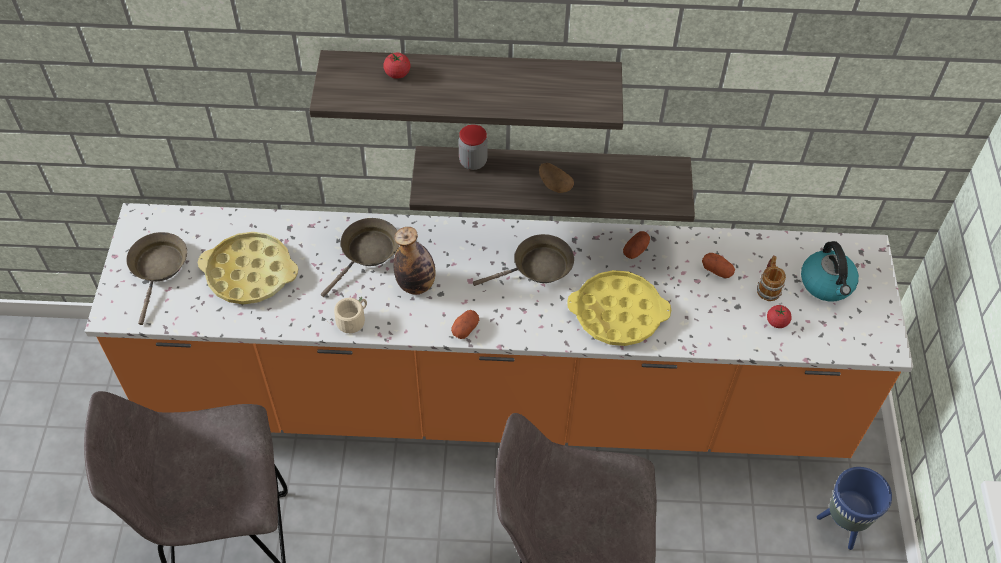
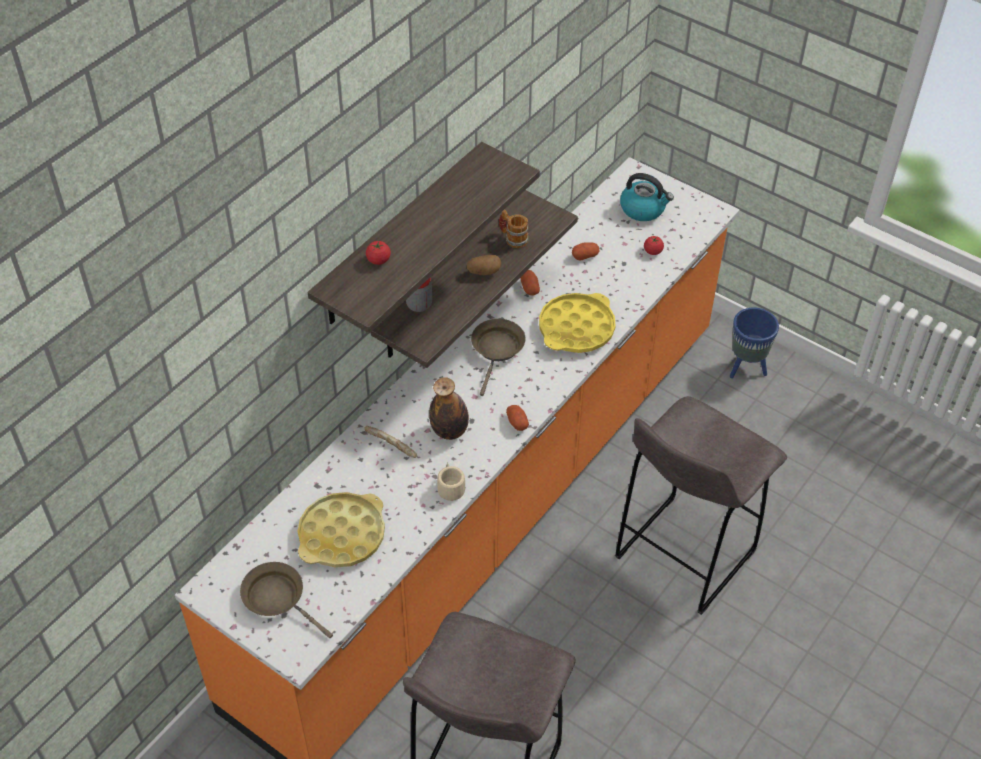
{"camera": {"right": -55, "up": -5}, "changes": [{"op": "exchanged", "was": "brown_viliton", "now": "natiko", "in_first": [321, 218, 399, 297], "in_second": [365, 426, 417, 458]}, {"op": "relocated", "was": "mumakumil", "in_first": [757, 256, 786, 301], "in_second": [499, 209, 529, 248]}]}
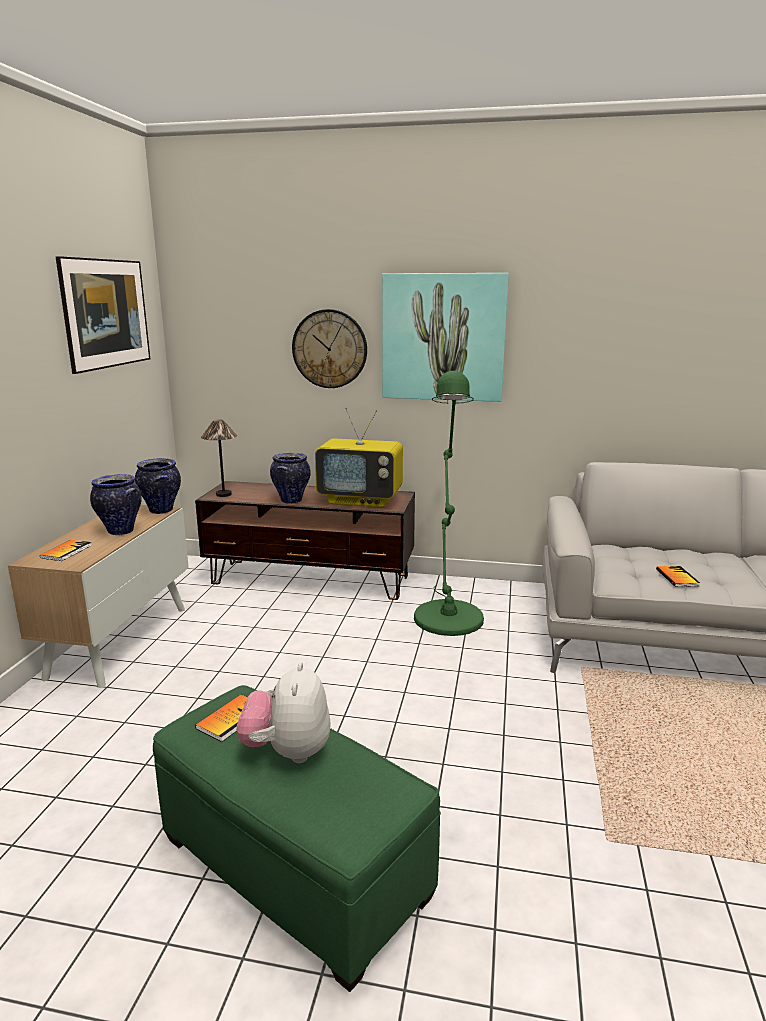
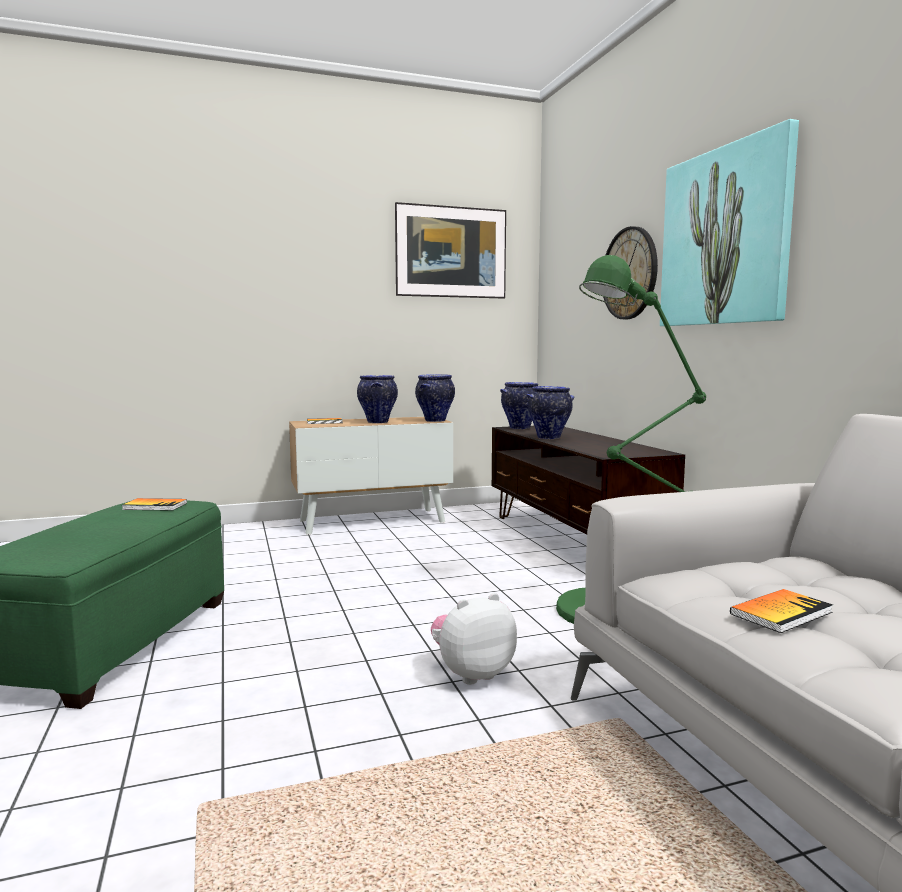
{"camera": {"right": 60, "up": -10}, "changes": [{"op": "exchanged", "was": "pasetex", "now": "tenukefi", "in_first": [201, 419, 237, 497], "in_second": [500, 382, 538, 429]}, {"op": "relocated", "was": "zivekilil", "in_first": [236, 662, 331, 763], "in_second": [431, 593, 517, 685]}, {"op": "missing", "was": "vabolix", "in_first": [315, 408, 403, 507]}]}
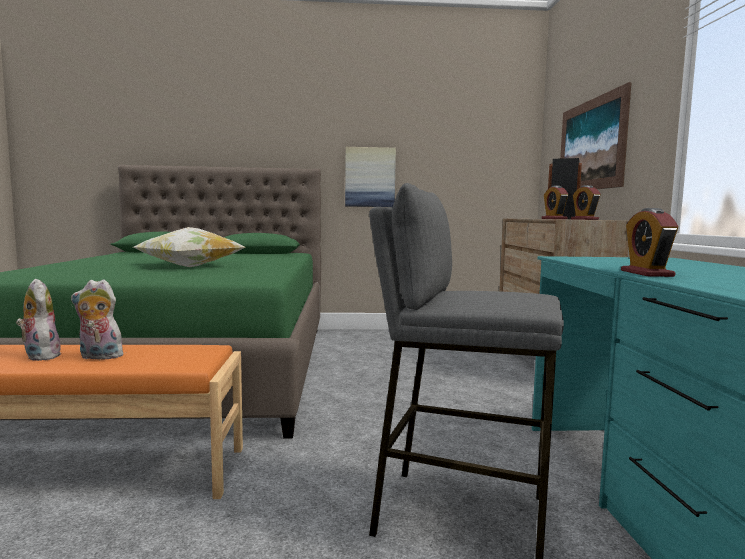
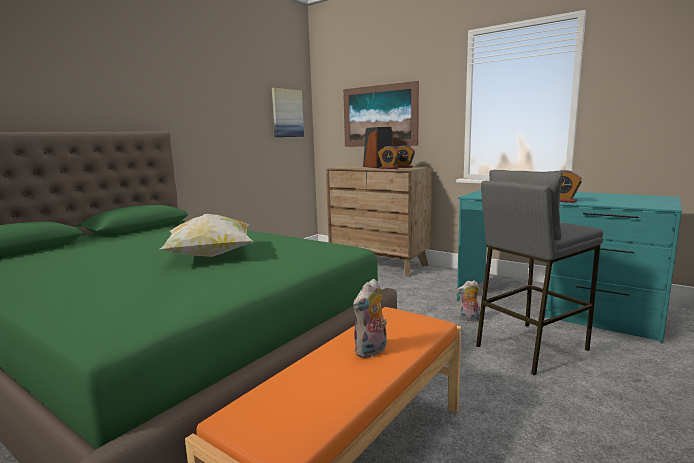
{"camera": {"right": -50, "up": 5}, "changes": [{"op": "relocated", "was": "zivekilil", "in_first": [16, 279, 61, 361], "in_second": [456, 280, 480, 321]}, {"op": "relocated", "was": "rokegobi", "in_first": [345, 147, 396, 207], "in_second": [272, 88, 304, 137]}]}
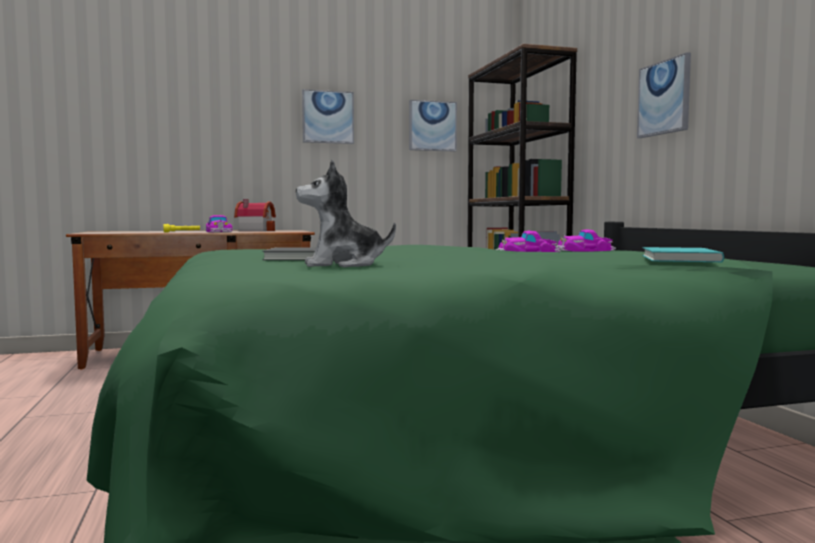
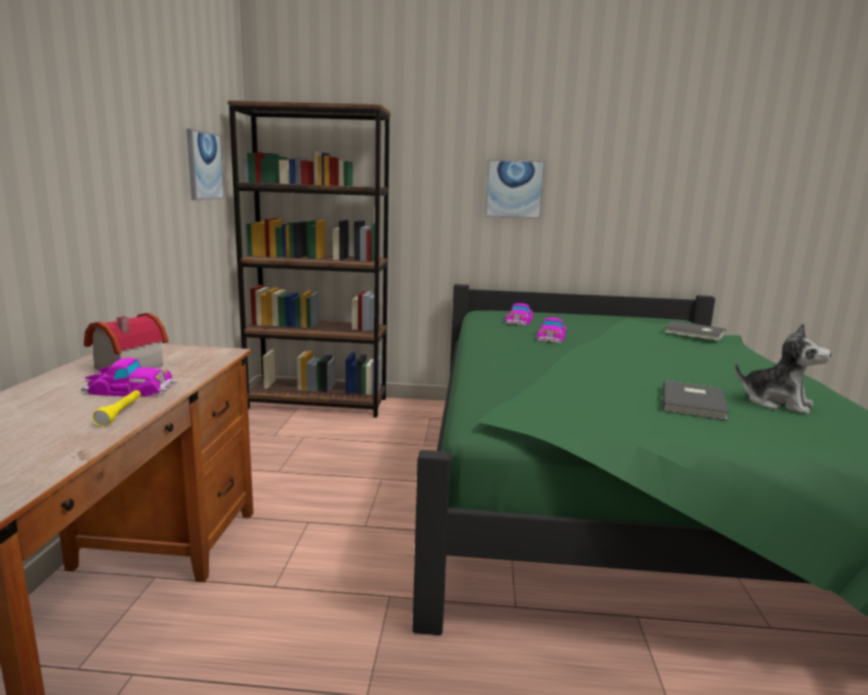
{"camera": {"right": -70, "up": 10}, "changes": [{"op": "spun", "was": "zivekilil", "in_first": [296, 160, 396, 268], "in_second": [735, 323, 831, 414], "clockwise": -60}, {"op": "missing", "was": "rokegobi", "in_first": [302, 89, 354, 144]}, {"op": "colour", "was": "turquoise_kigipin", "now": "grey_kigipin", "in_first": [642, 247, 724, 262], "in_second": [664, 321, 726, 341]}]}
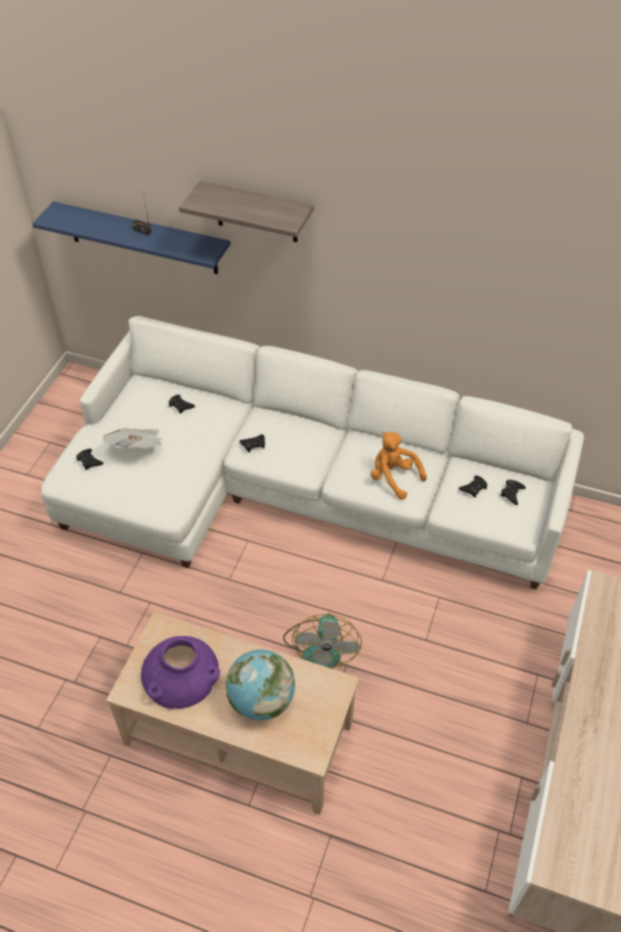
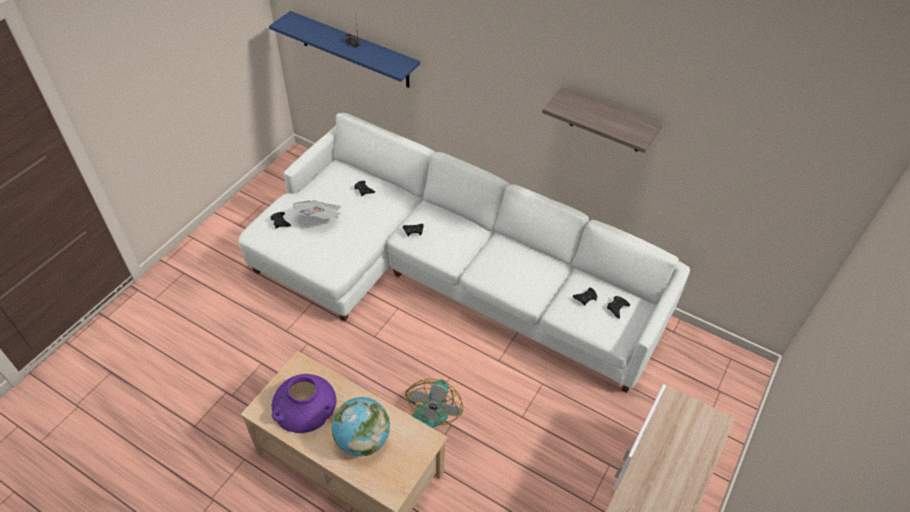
{"camera": {"right": 10, "up": 0}, "changes": [{"op": "relocated", "was": "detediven", "in_first": [179, 181, 314, 242], "in_second": [542, 87, 662, 153]}, {"op": "missing", "was": "orange_zivekilil", "in_first": [371, 432, 427, 500]}]}
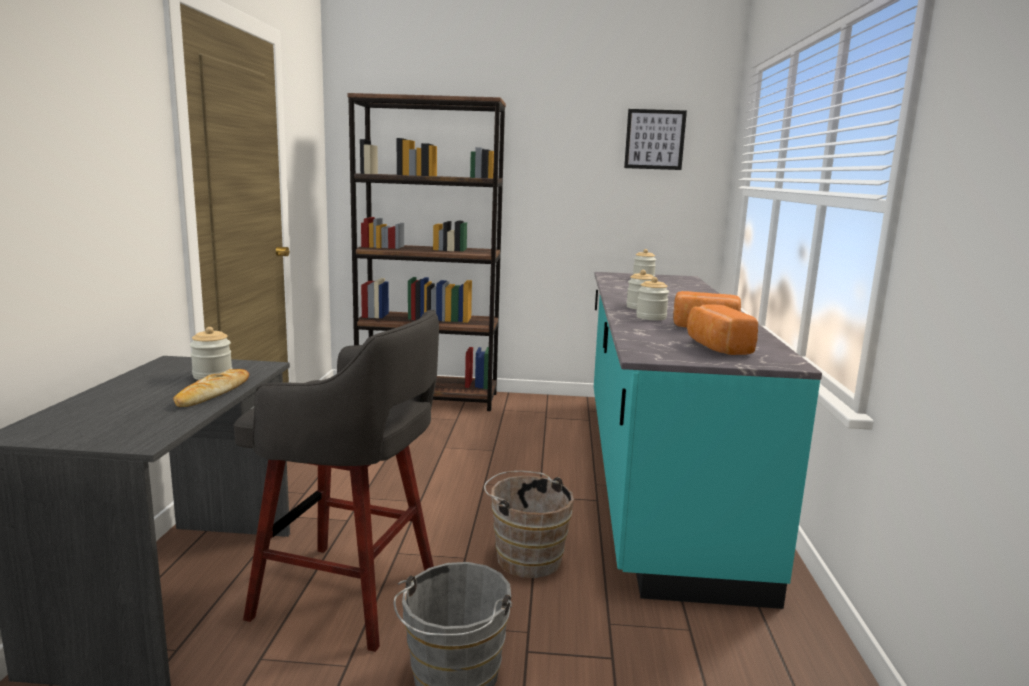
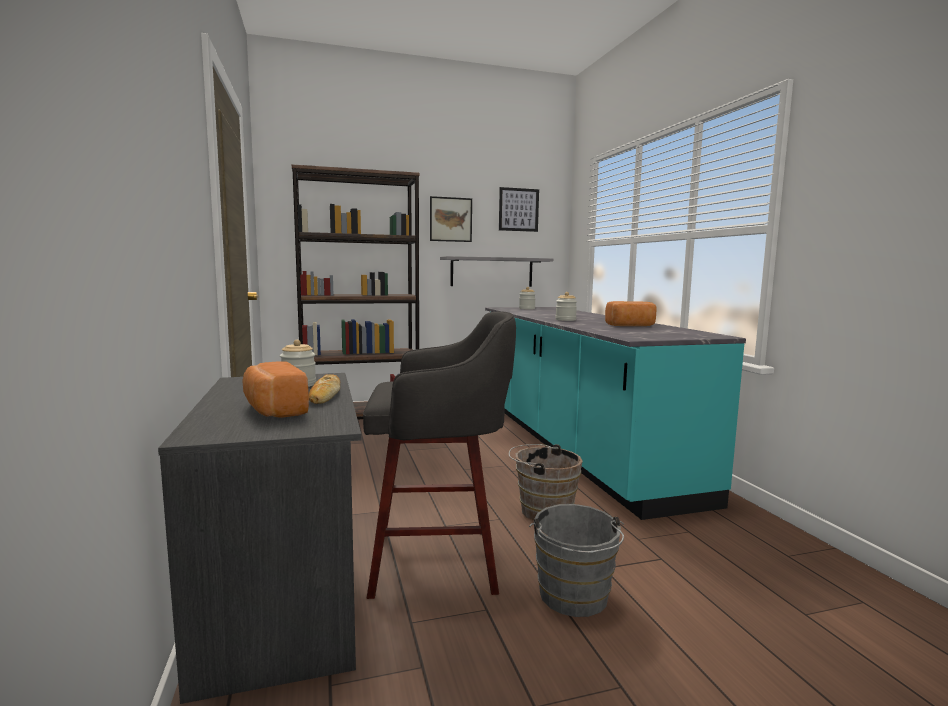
{"camera": {"right": -20, "up": -5}, "changes": [{"op": "missing", "was": "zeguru", "in_first": [636, 277, 669, 320]}, {"op": "relocated", "was": "natiko", "in_first": [687, 305, 758, 355], "in_second": [242, 361, 309, 418]}, {"op": "appeared", "now": "rokegobi", "in_second": [430, 196, 472, 242]}, {"op": "appeared", "now": "grey_detediven", "in_second": [440, 256, 553, 287]}]}
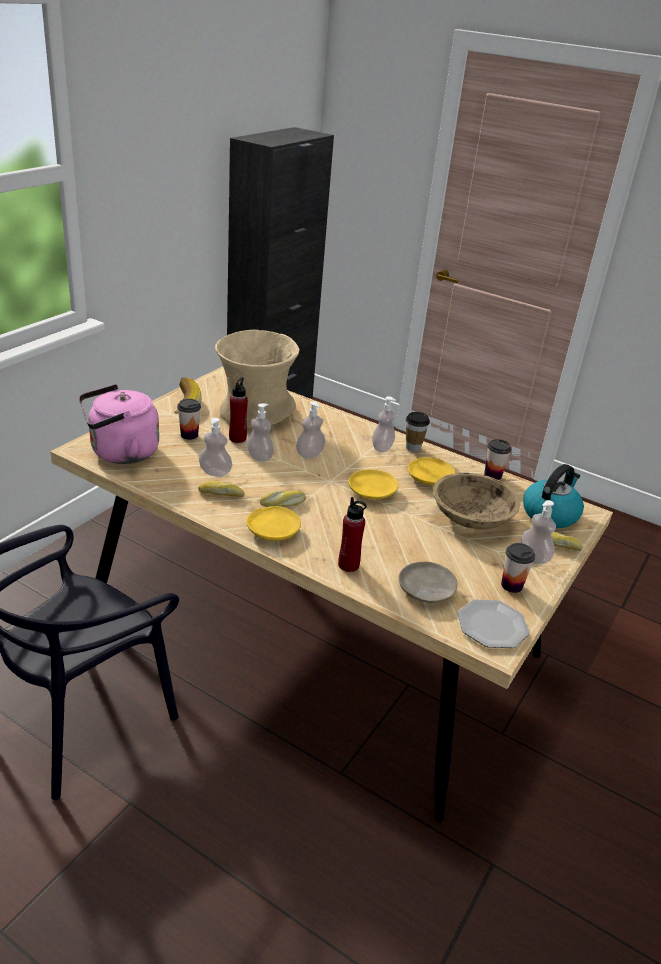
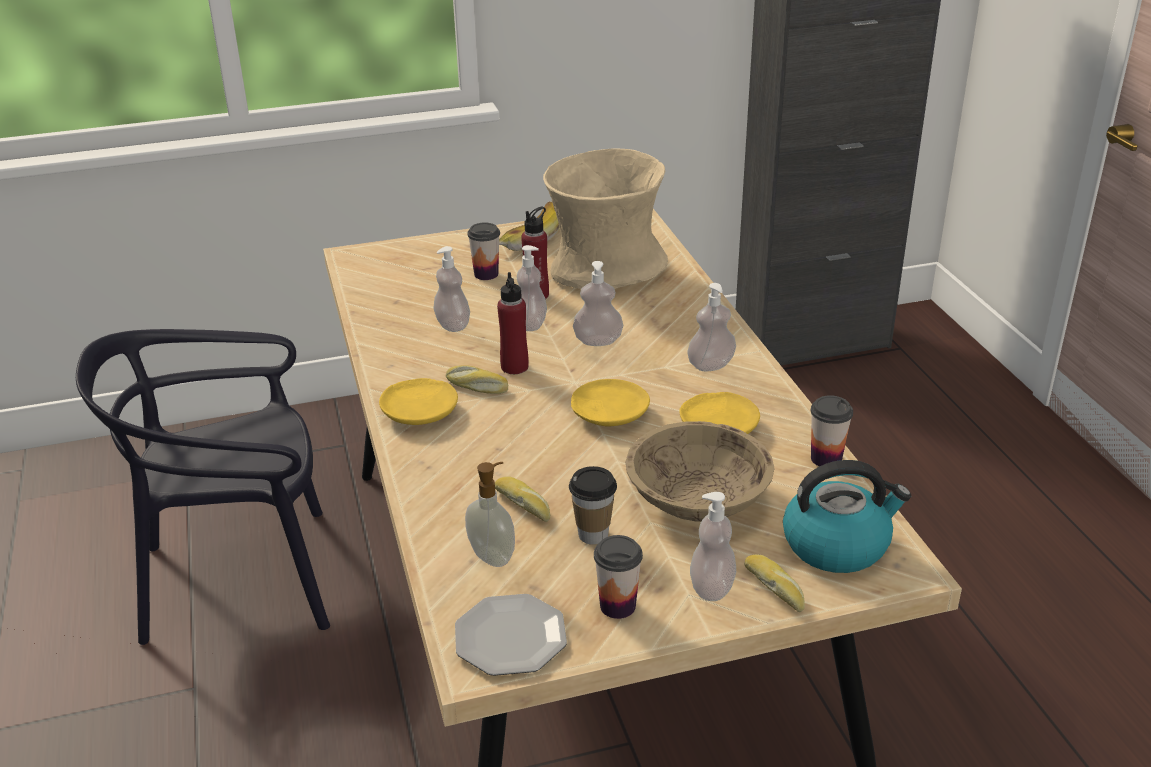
{"camera": {"right": 45, "up": 0}, "changes": [{"op": "missing", "was": "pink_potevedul", "in_first": [79, 384, 159, 464]}, {"op": "relocated", "was": "natiko", "in_first": [198, 481, 245, 497], "in_second": [495, 476, 550, 522]}, {"op": "relocated", "was": "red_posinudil", "in_first": [338, 497, 367, 572], "in_second": [497, 272, 529, 374]}, {"op": "exchanged", "was": "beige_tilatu", "now": "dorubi", "in_first": [399, 562, 457, 603], "in_second": [465, 462, 515, 567]}, {"op": "relocated", "was": "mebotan", "in_first": [406, 412, 430, 452], "in_second": [569, 466, 617, 545]}]}
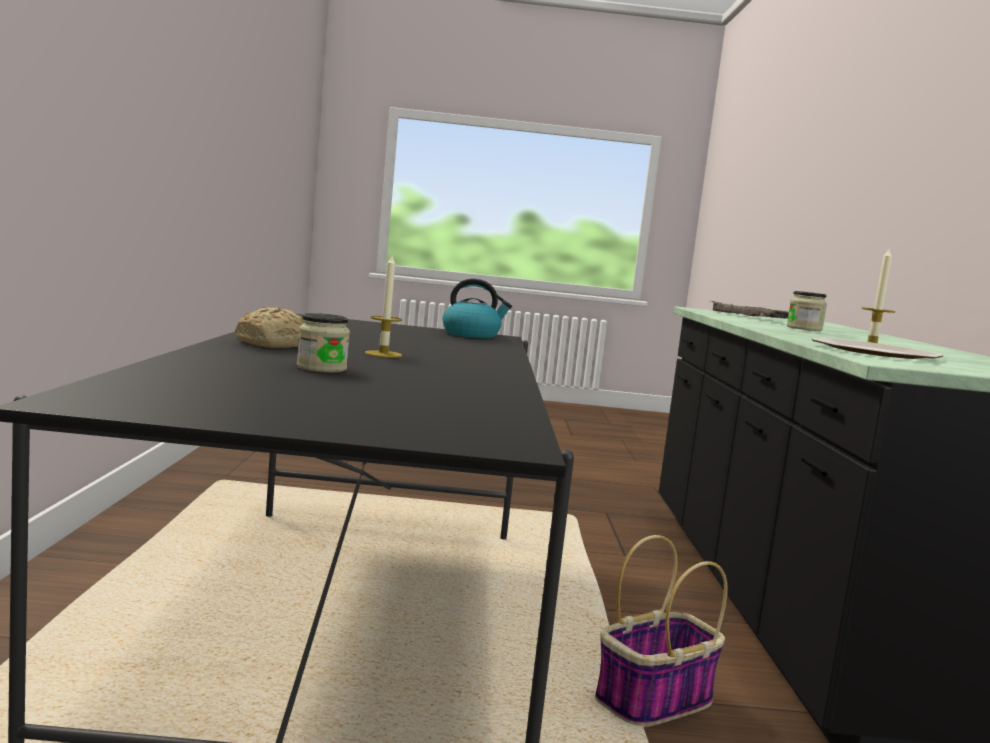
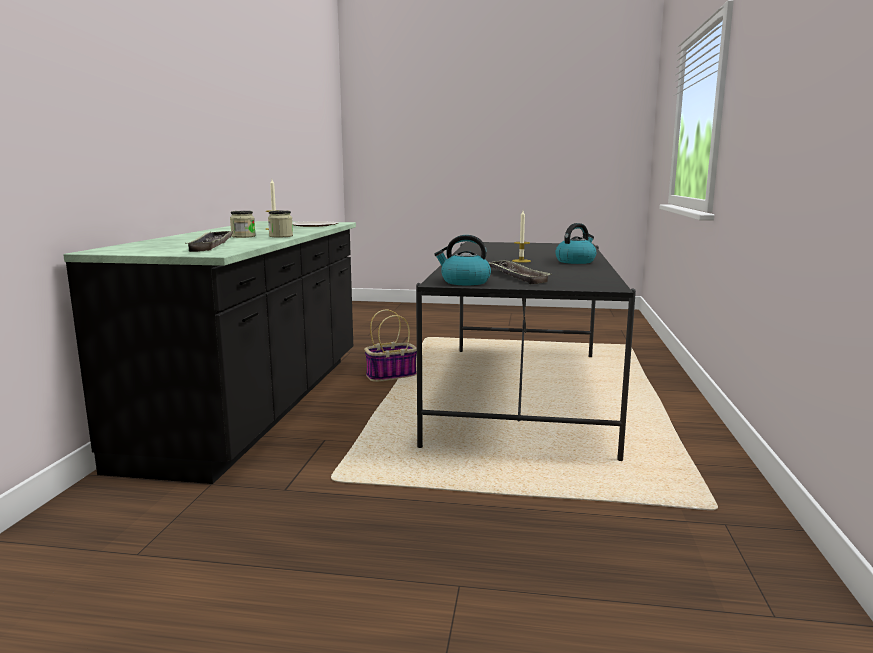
{"camera": {"right": -170, "up": 5}, "changes": [{"op": "exchanged", "was": "natiko", "now": "potevedul", "in_first": [235, 307, 304, 348], "in_second": [555, 223, 596, 264]}, {"op": "relocated", "was": "zeguru", "in_first": [297, 313, 350, 373], "in_second": [268, 210, 293, 237]}, {"op": "appeared", "now": "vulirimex", "in_second": [488, 260, 552, 284]}]}
